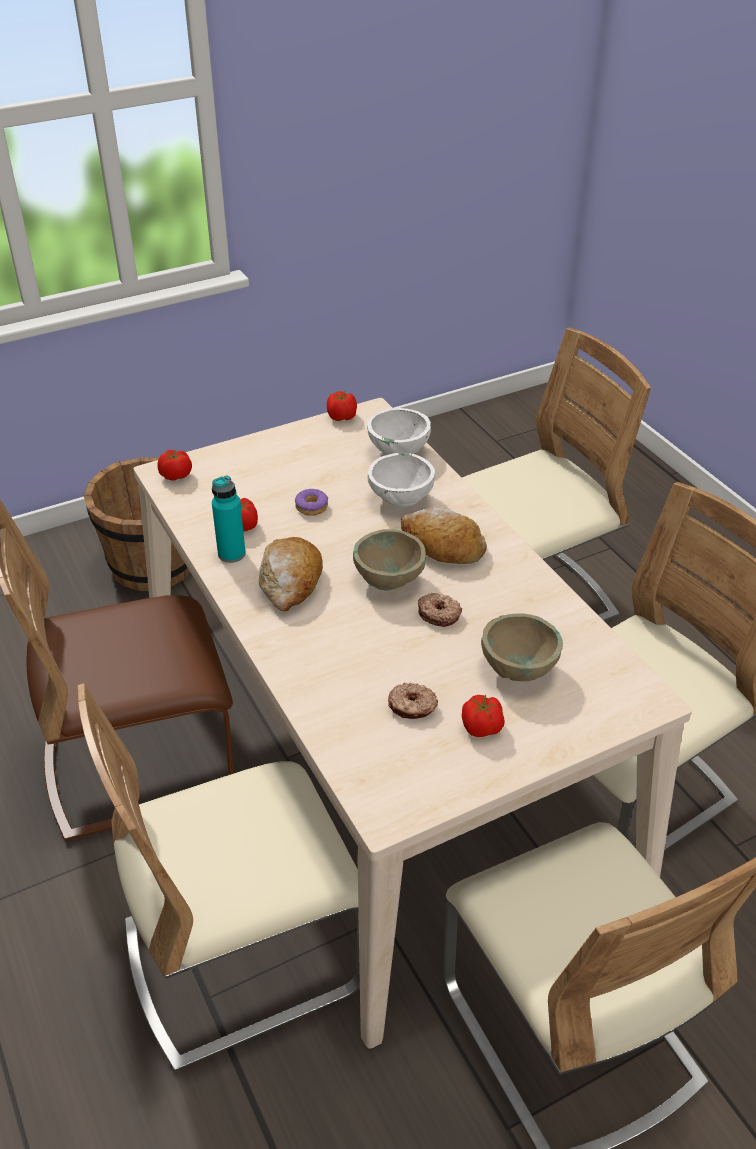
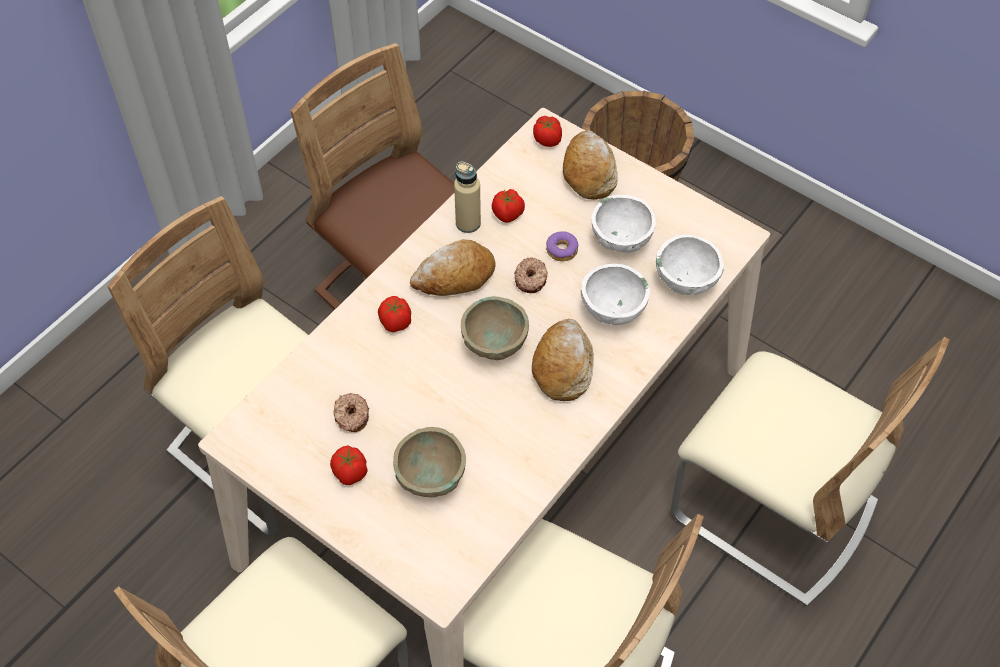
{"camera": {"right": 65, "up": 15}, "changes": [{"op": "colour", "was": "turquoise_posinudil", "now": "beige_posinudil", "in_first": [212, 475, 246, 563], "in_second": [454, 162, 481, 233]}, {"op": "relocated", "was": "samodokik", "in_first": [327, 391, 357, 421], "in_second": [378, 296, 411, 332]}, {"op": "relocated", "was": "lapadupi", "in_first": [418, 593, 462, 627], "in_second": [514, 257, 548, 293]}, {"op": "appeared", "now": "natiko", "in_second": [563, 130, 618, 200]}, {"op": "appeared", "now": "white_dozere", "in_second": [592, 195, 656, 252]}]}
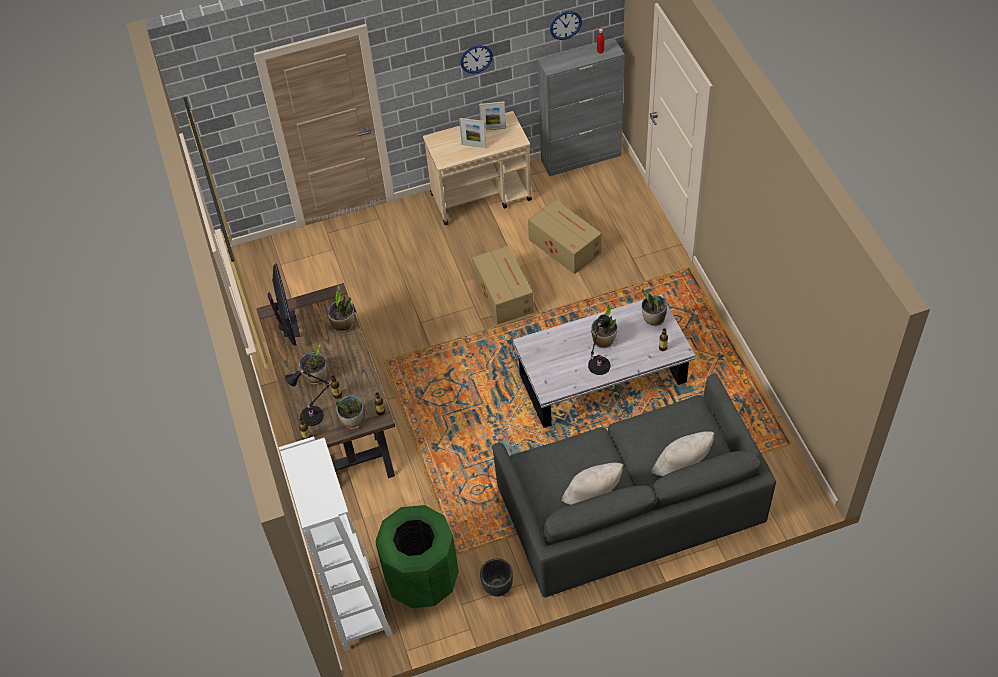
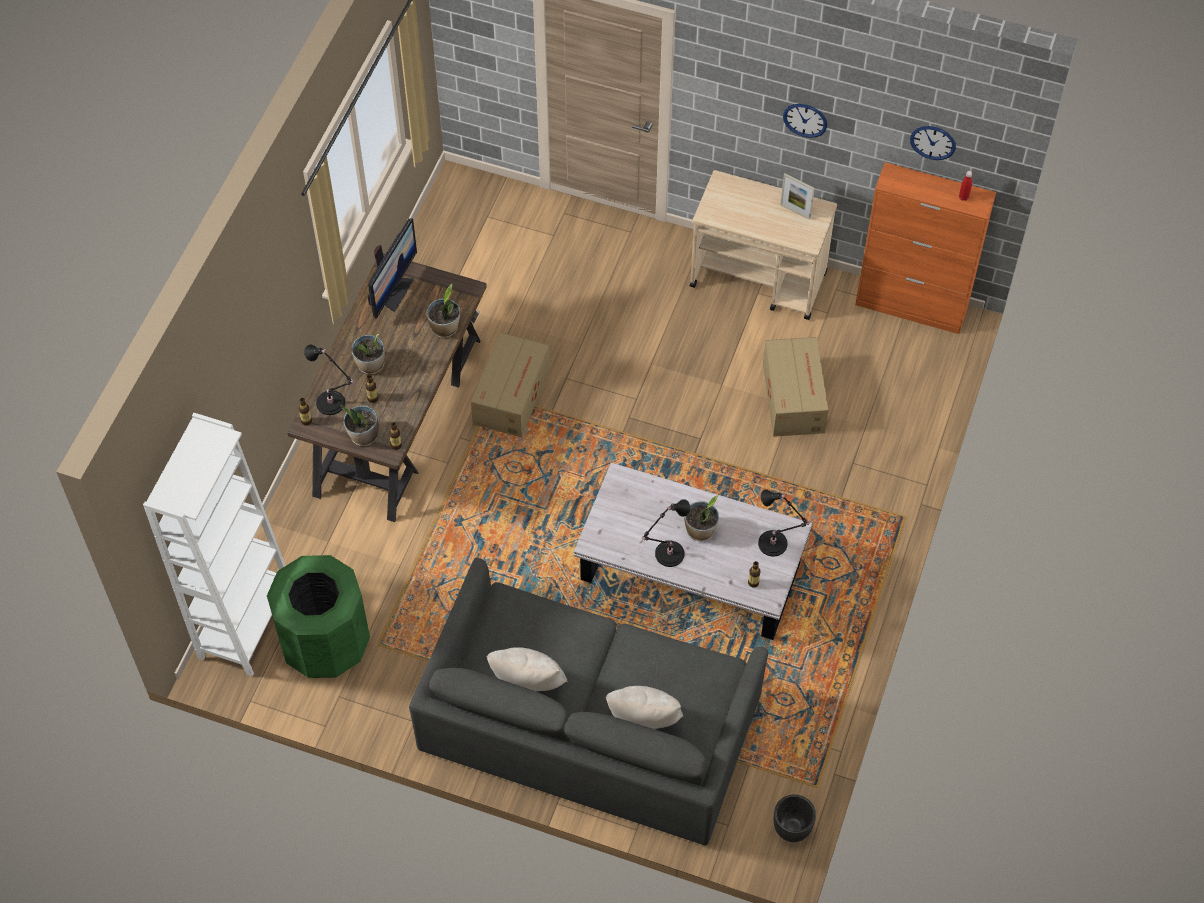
{"camera": {"right": 35, "up": 5}, "changes": [{"op": "missing", "was": "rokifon", "in_first": [459, 118, 487, 148]}, {"op": "relocated", "was": "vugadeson", "in_first": [472, 245, 534, 325], "in_second": [471, 332, 550, 437]}, {"op": "relocated", "was": "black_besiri", "in_first": [480, 558, 513, 597], "in_second": [774, 795, 816, 842]}, {"op": "colour", "was": "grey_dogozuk", "now": "orange_dogozuk", "in_first": [538, 39, 625, 176], "in_second": [855, 162, 996, 334]}, {"op": "exchanged", "was": "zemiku", "now": "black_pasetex", "in_first": [641, 289, 667, 326], "in_second": [758, 489, 811, 557]}]}
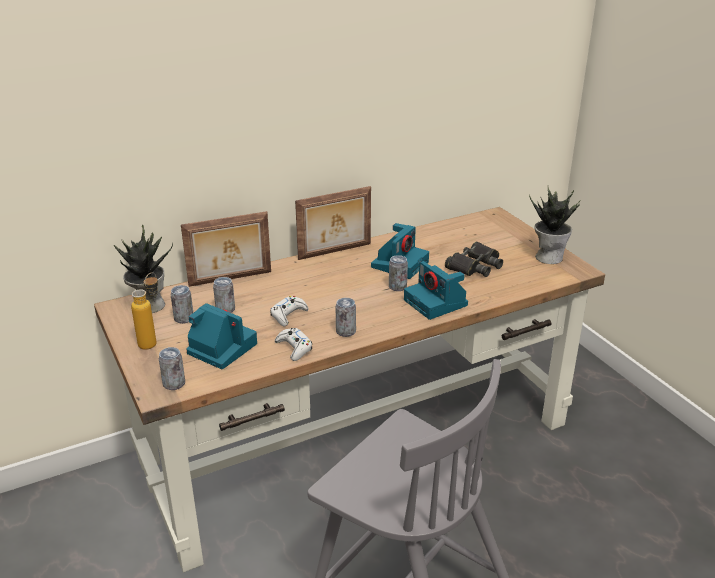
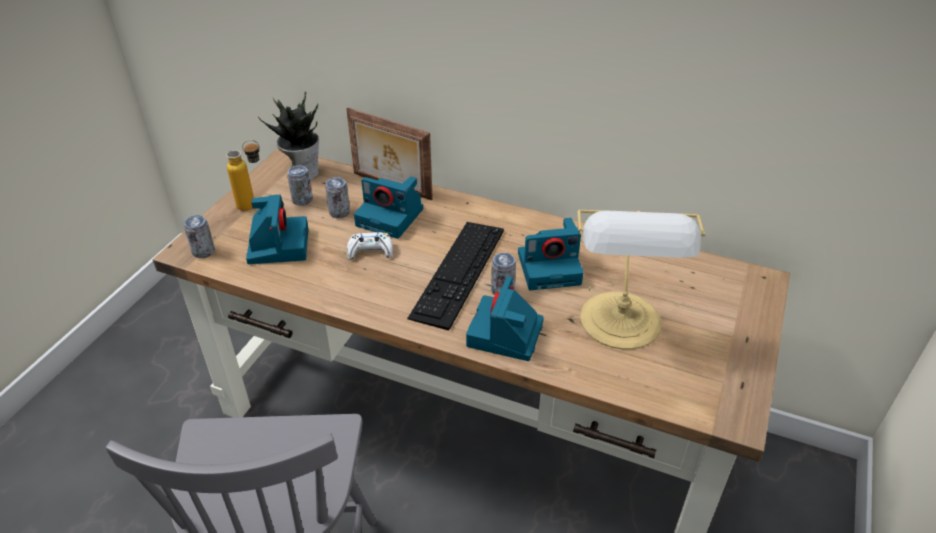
{"camera": {"right": 50, "up": 10}, "changes": [{"op": "missing", "was": "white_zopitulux", "in_first": [275, 328, 312, 361]}, {"op": "missing", "was": "rokifon", "in_first": [295, 186, 371, 260]}, {"op": "missing", "was": "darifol", "in_first": [336, 298, 356, 337]}, {"op": "exchanged", "was": "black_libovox", "now": "pasetex", "in_first": [445, 241, 503, 277], "in_second": [577, 210, 706, 349]}, {"op": "missing", "was": "zemiku", "in_first": [529, 187, 580, 264]}, {"op": "appeared", "now": "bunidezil", "in_second": [354, 176, 423, 239]}, {"op": "appeared", "now": "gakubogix", "in_second": [407, 222, 504, 331]}]}
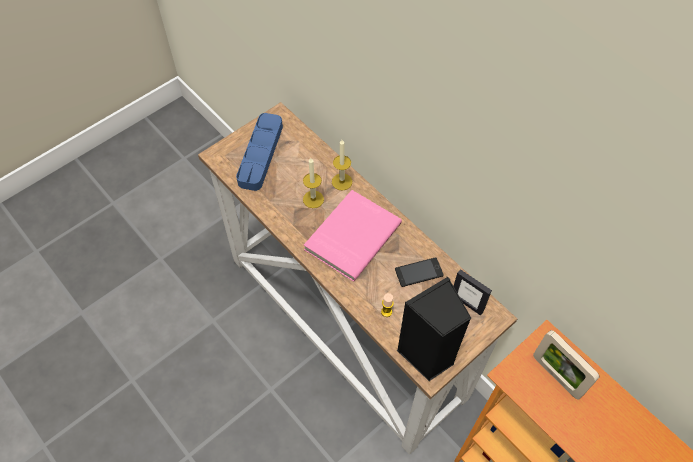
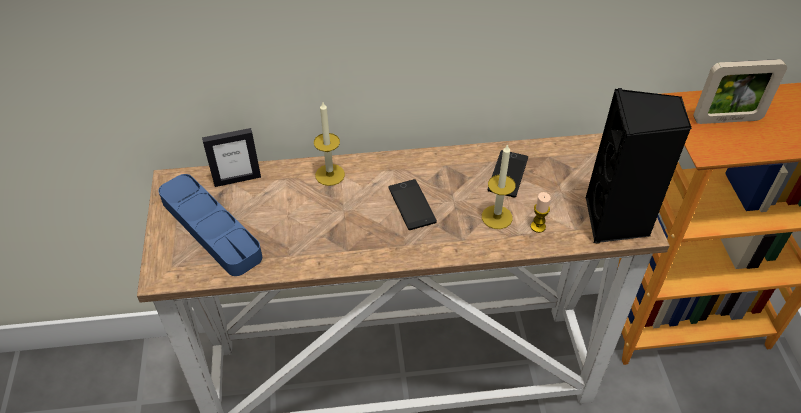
{"camera": {"right": -55, "up": -10}, "changes": [{"op": "relocated", "was": "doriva", "in_first": [303, 158, 324, 208], "in_second": [482, 144, 516, 229]}, {"op": "exchanged", "was": "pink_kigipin", "now": "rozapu", "in_first": [304, 190, 402, 281], "in_second": [389, 179, 437, 230]}, {"op": "relocated", "was": "rokifon", "in_first": [454, 269, 492, 316], "in_second": [202, 128, 261, 187]}]}
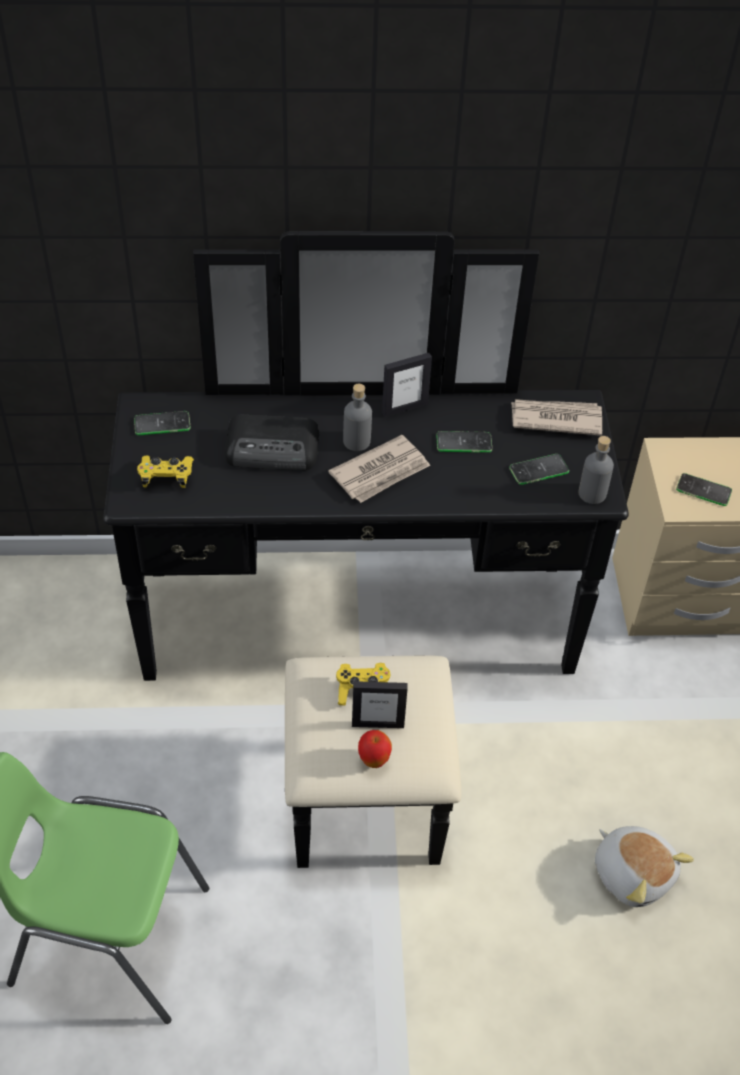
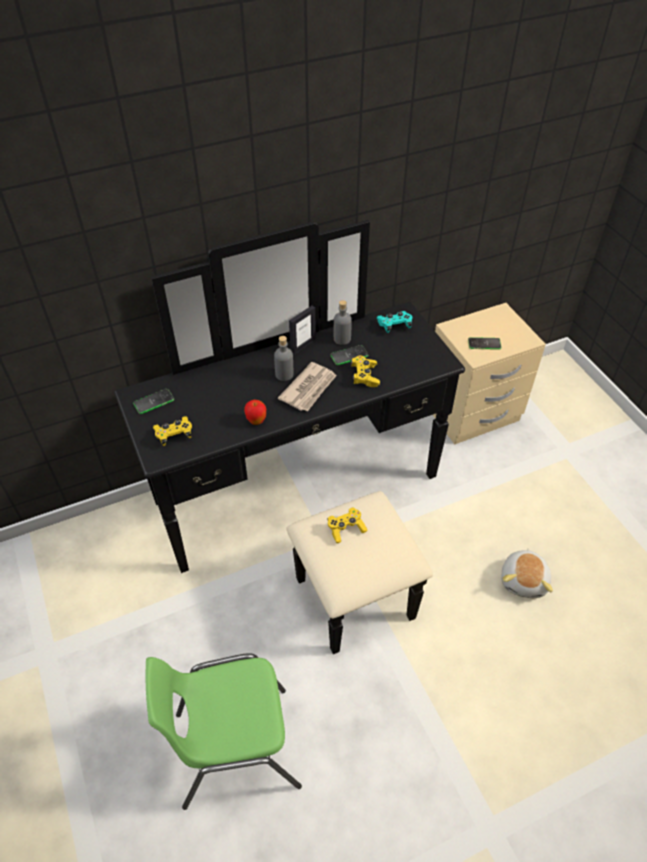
{"camera": {"right": -20, "up": 0}, "changes": [{"op": "missing", "was": "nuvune", "in_first": [225, 414, 319, 470]}, {"op": "missing", "was": "rokifon", "in_first": [352, 681, 407, 728]}, {"op": "relocated", "was": "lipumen", "in_first": [358, 730, 392, 768], "in_second": [244, 400, 266, 425]}, {"op": "missing", "was": "rozapu", "in_first": [509, 454, 569, 485]}, {"op": "exchanged", "was": "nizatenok", "now": "turquoise_zopitulux", "in_first": [511, 399, 602, 436], "in_second": [377, 311, 412, 333]}, {"op": "relocated", "was": "grey_posinudil", "in_first": [579, 436, 614, 504], "in_second": [334, 300, 352, 345]}, {"op": "spun", "was": "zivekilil", "in_first": [595, 826, 694, 907], "in_second": [501, 548, 553, 598], "clockwise": 75}, {"op": "appeared", "now": "yellow_zopitulux", "in_second": [351, 355, 380, 387]}]}
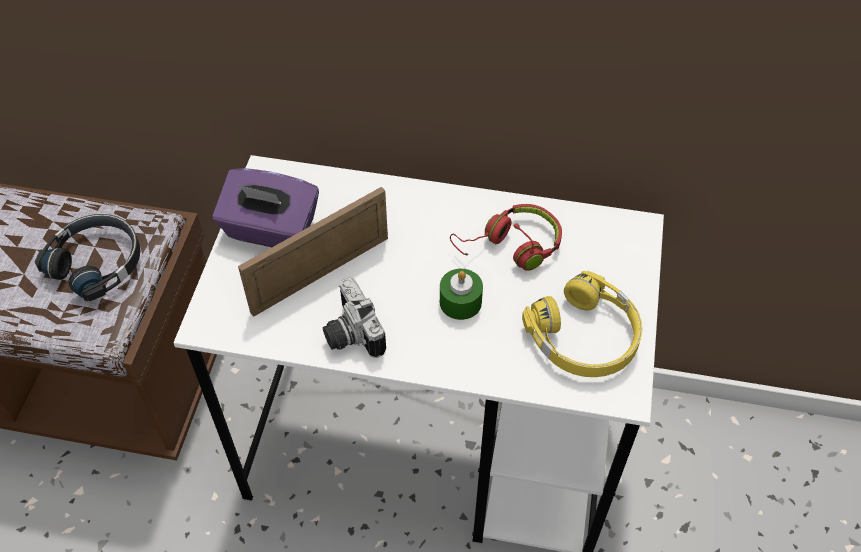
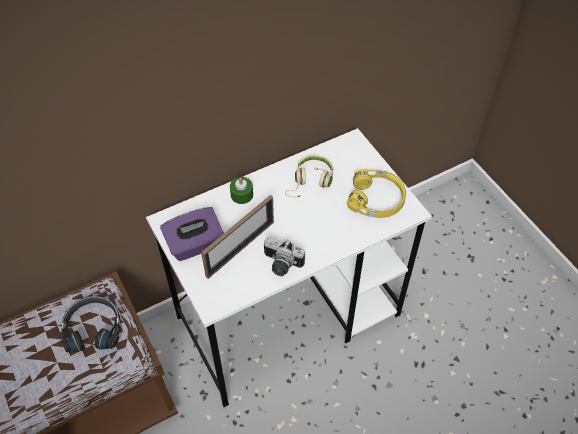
{"camera": {"right": -40, "up": 0}, "changes": [{"op": "spun", "was": "rokifon", "in_first": [238, 187, 388, 317], "in_second": [201, 195, 274, 279], "clockwise": -150}, {"op": "relocated", "was": "green_doriva", "in_first": [440, 269, 483, 320], "in_second": [230, 177, 253, 204]}, {"op": "colour", "was": "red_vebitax", "now": "beige_vebitax", "in_first": [450, 204, 562, 271], "in_second": [285, 155, 334, 198]}]}
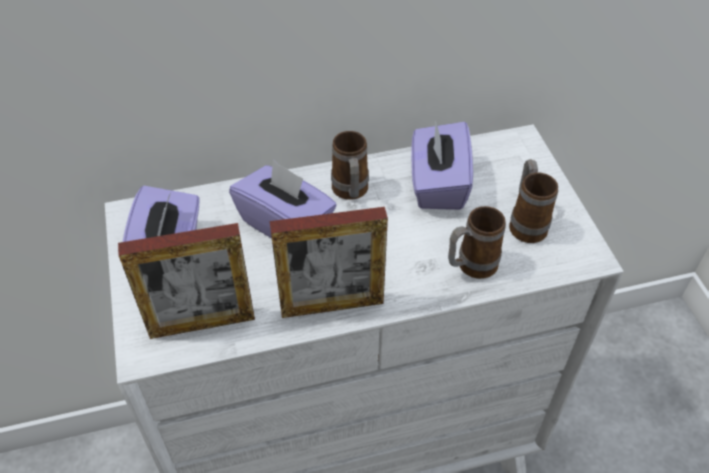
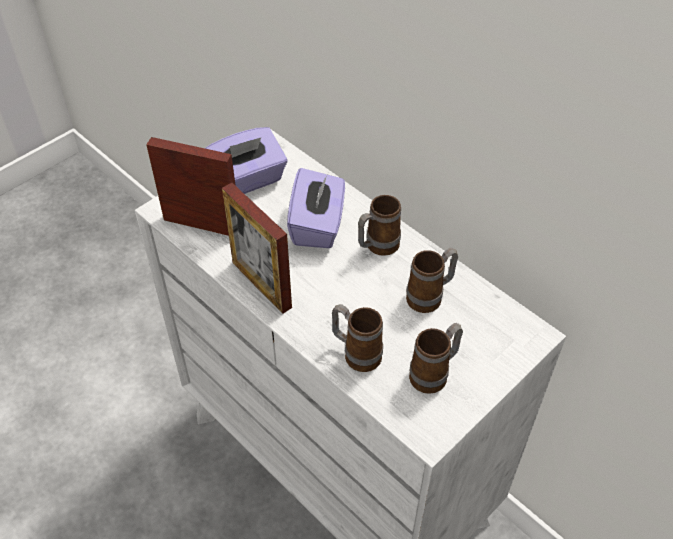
{"camera": {"right": 60, "up": 0}, "changes": [{"op": "spun", "was": "rokifon", "in_first": [118, 223, 255, 339], "in_second": [146, 137, 236, 236], "clockwise": 150}, {"op": "exchanged", "was": "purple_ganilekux", "now": "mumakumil", "in_first": [411, 120, 473, 210], "in_second": [406, 248, 458, 313]}]}
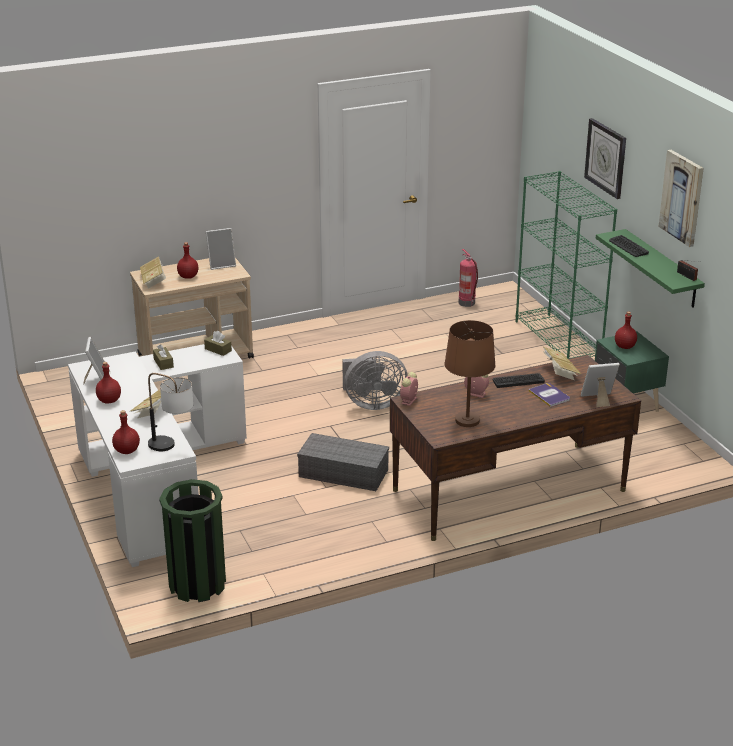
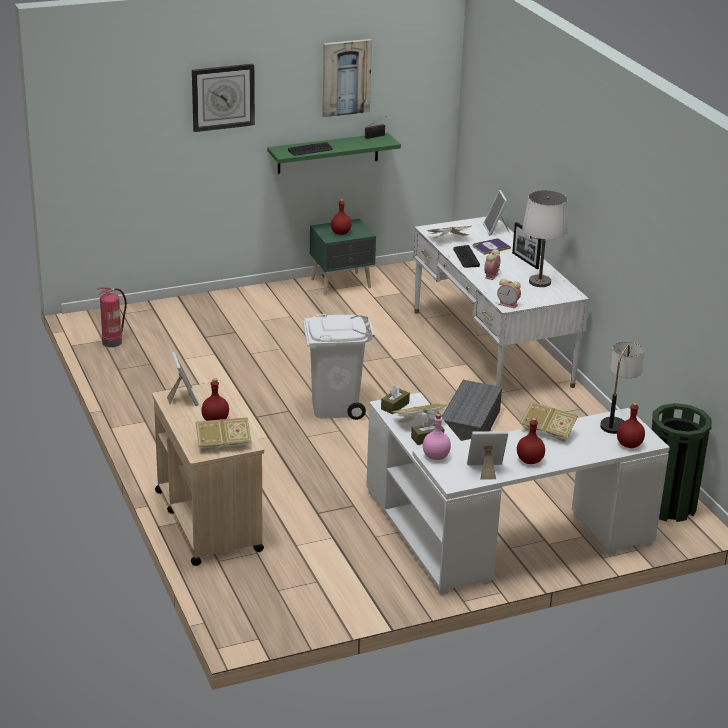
{"camera": {"right": -90, "up": 0}, "changes": [{"op": "exchanged", "was": "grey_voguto", "now": "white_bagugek", "in_first": [342, 351, 408, 410], "in_second": [303, 314, 375, 420]}, {"op": "colour", "was": "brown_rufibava", "now": "white_rufibava", "in_first": [390, 355, 641, 541], "in_second": [413, 216, 589, 388]}, {"op": "colour", "was": "brown_pasetex", "now": "white_pasetex", "in_first": [445, 320, 495, 427], "in_second": [522, 190, 568, 287]}, {"op": "missing", "was": "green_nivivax", "in_first": [516, 171, 617, 359]}, {"op": "appeared", "now": "kigipin", "in_second": [391, 403, 447, 423]}, {"op": "appeared", "now": "pink_posinudil", "in_second": [423, 414, 451, 460]}, {"op": "appeared", "now": "rokifon", "in_second": [512, 222, 542, 269]}]}
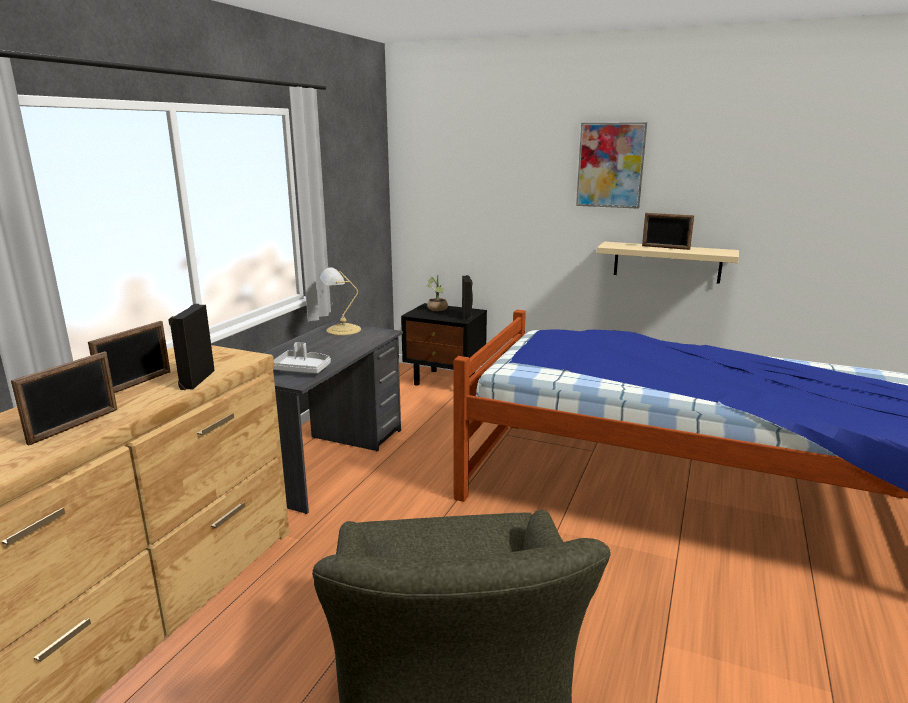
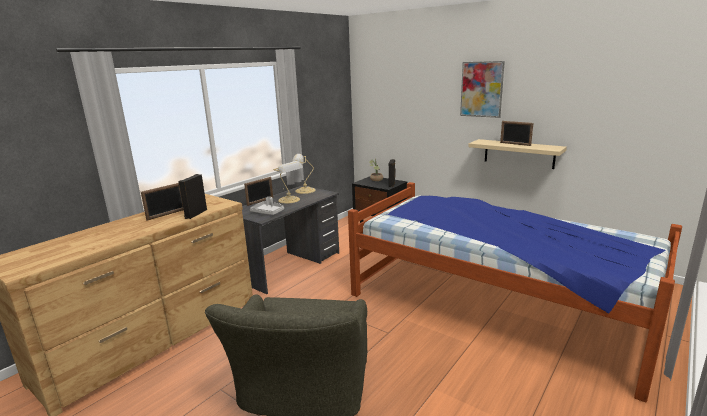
{"camera": {"right": 15, "up": 0}, "changes": [{"op": "relocated", "was": "rokifon", "in_first": [11, 352, 117, 445], "in_second": [244, 177, 273, 206]}, {"op": "appeared", "now": "pasetex", "in_second": [273, 161, 303, 204]}]}
